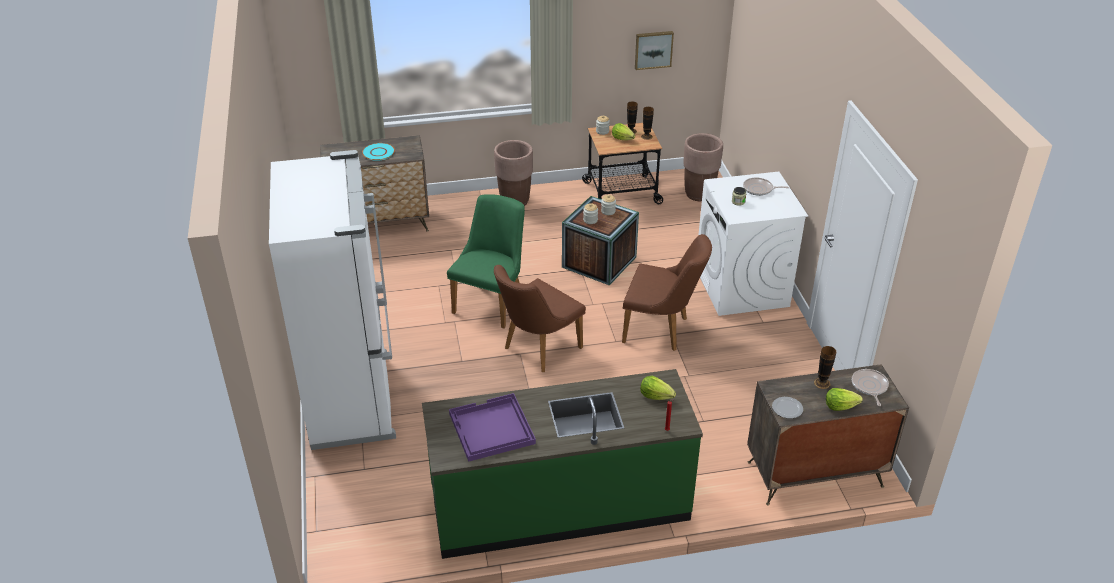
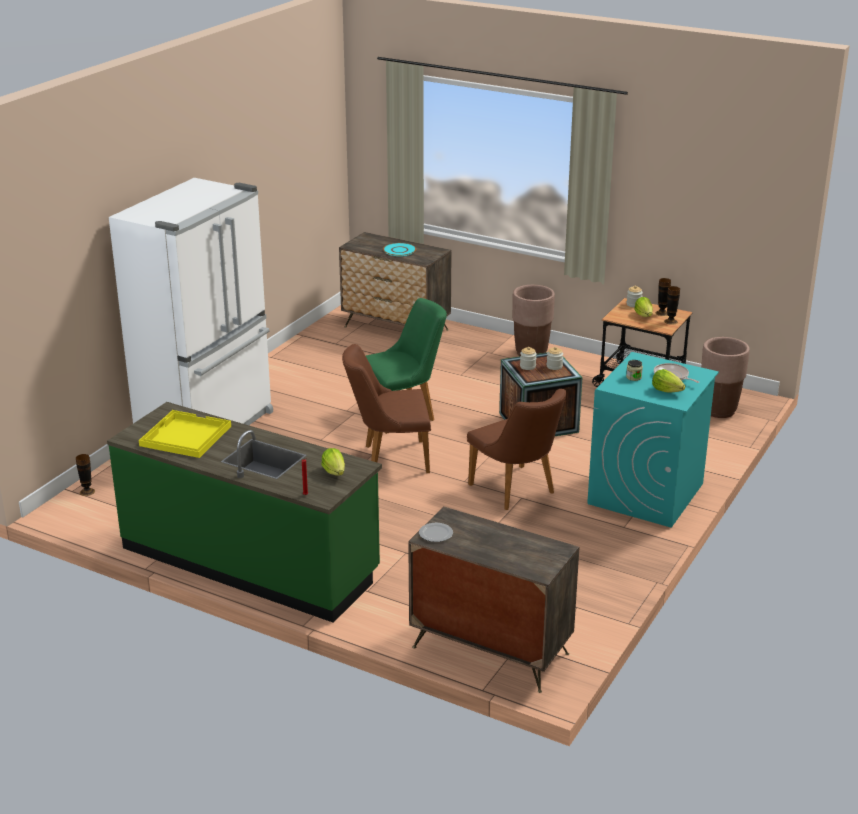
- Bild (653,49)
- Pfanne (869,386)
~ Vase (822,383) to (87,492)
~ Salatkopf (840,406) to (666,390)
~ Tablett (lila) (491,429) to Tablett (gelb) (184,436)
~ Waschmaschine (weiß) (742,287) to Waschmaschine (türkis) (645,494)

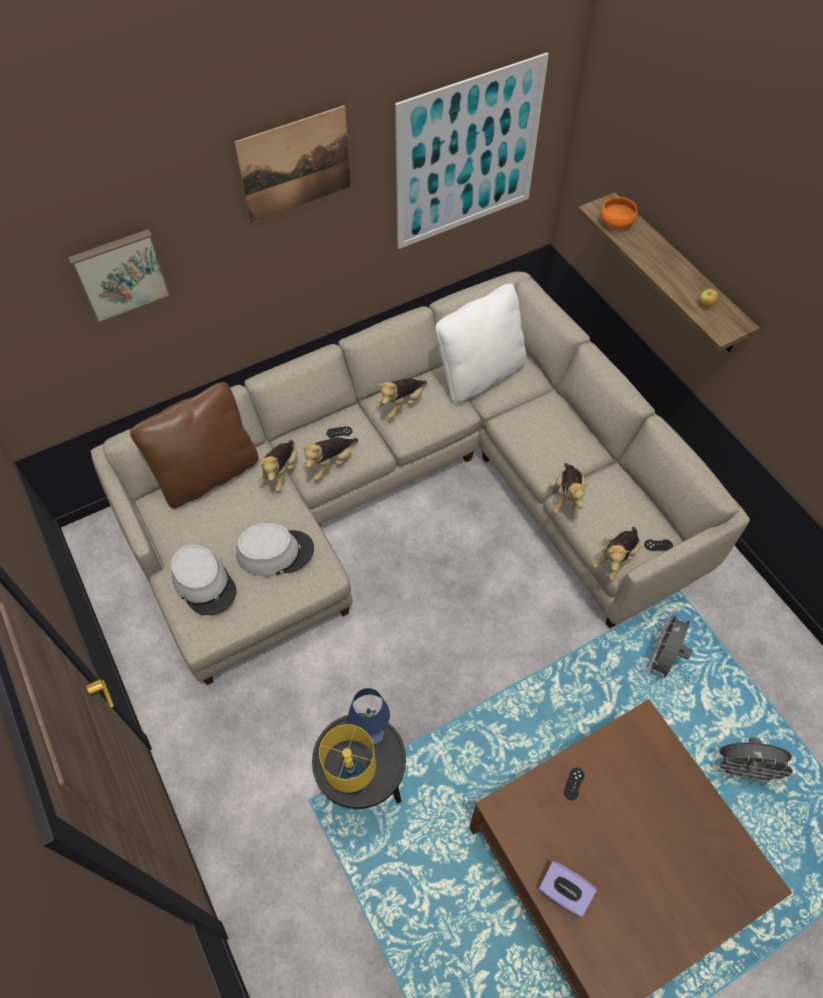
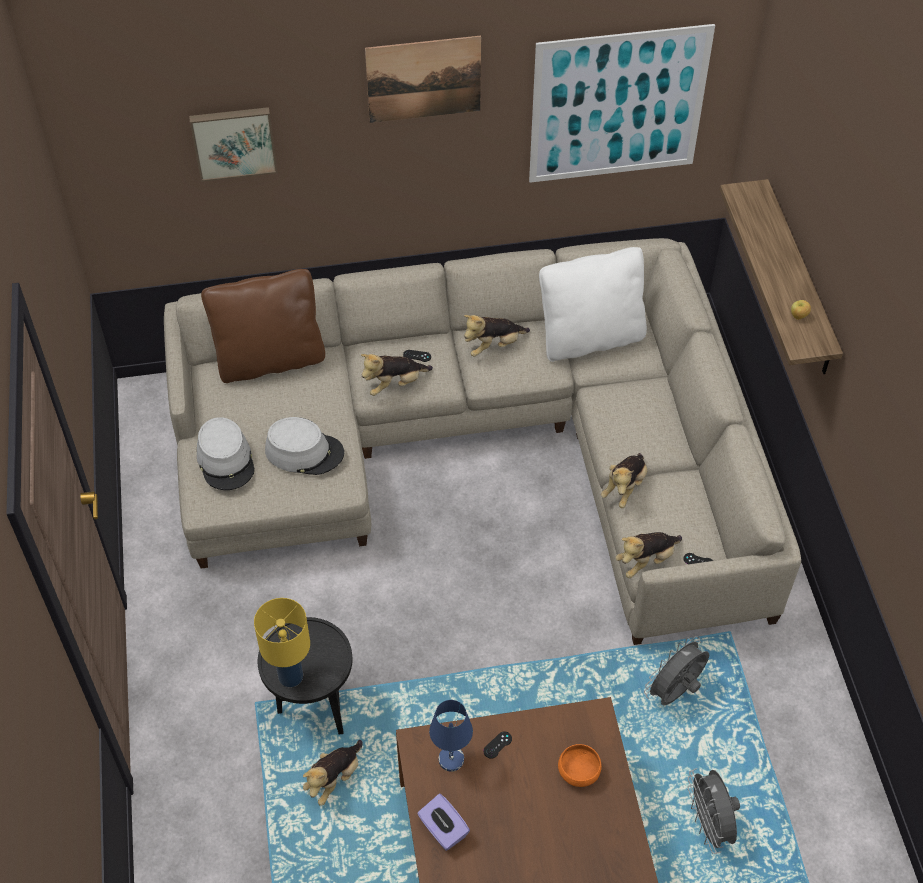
~ Plüschtier (281,472) to (334,778)
~ Tischlampe (blau) (371,732) to (451,758)
~ Schüssel (orange) (615,223) to (578,773)
~ Ventilator (grau) (743,771) = (709,825) 45 degrees clockwise

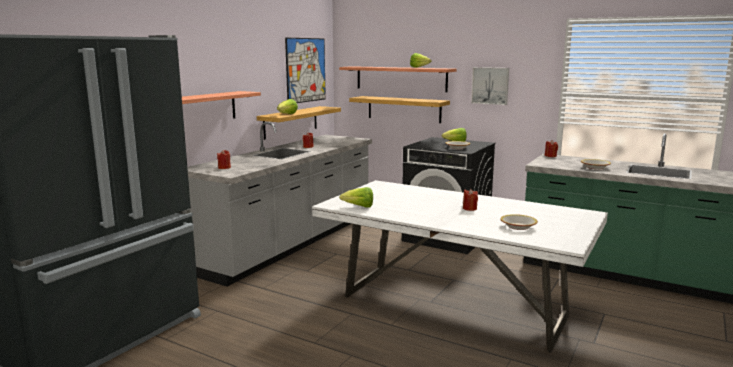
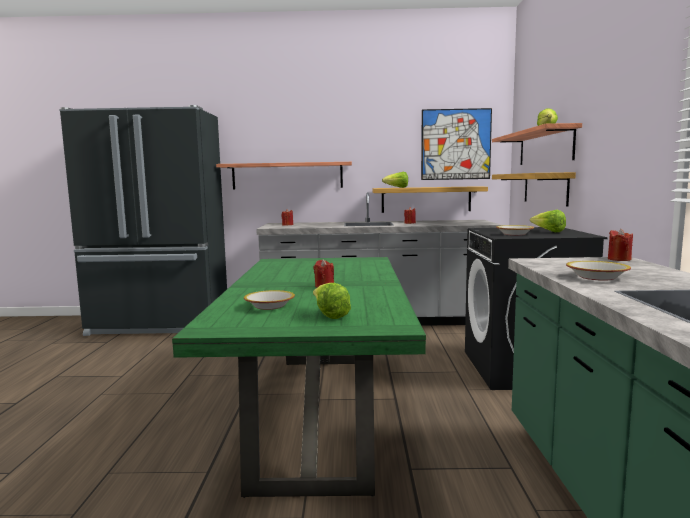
- Bild (490,85)
~ Salatkopf (359,207) to (329,315)
~ Esstisch (weiß) (452,306) to Esstisch (grün) (318,412)

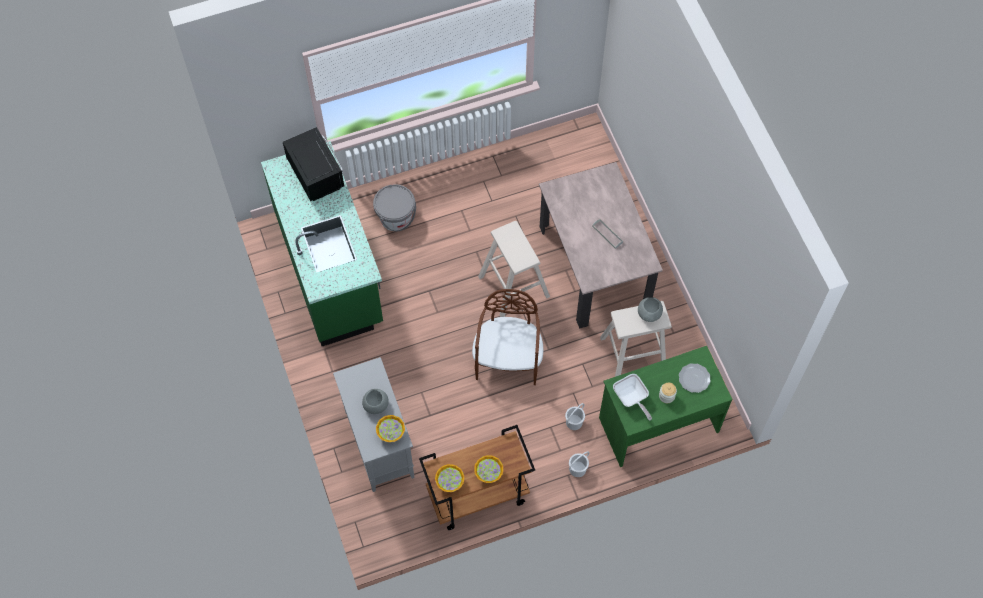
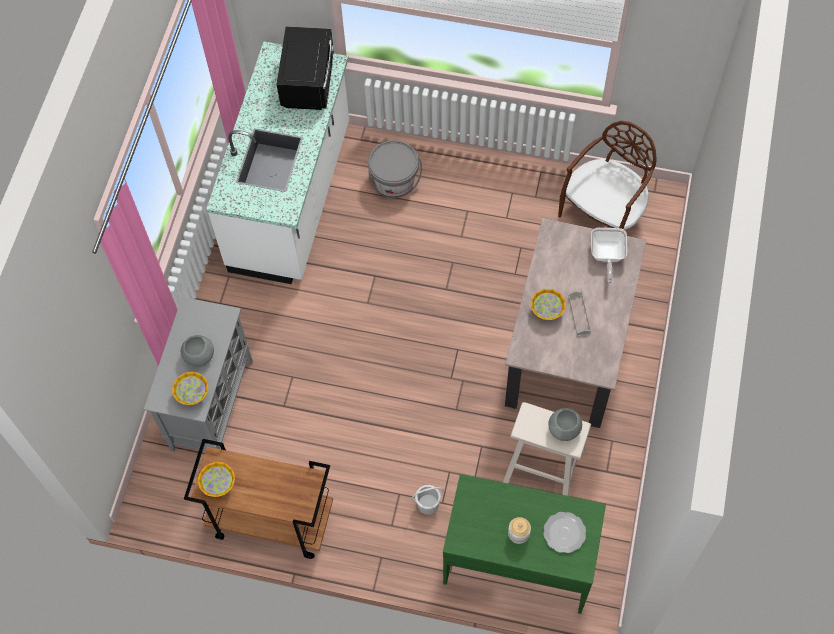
- Hocker (beige) (513,286)
- Eimer (weiß) (578,469)
~ Stuhl (braun) (508,359) to (604,214)
~ Schüssel (488,473) to (547,311)
~ Pfanne (631,399) to (606,256)
~ Küchenzeile (grün) (330,269) to Küchenzeile (weiß) (292,198)

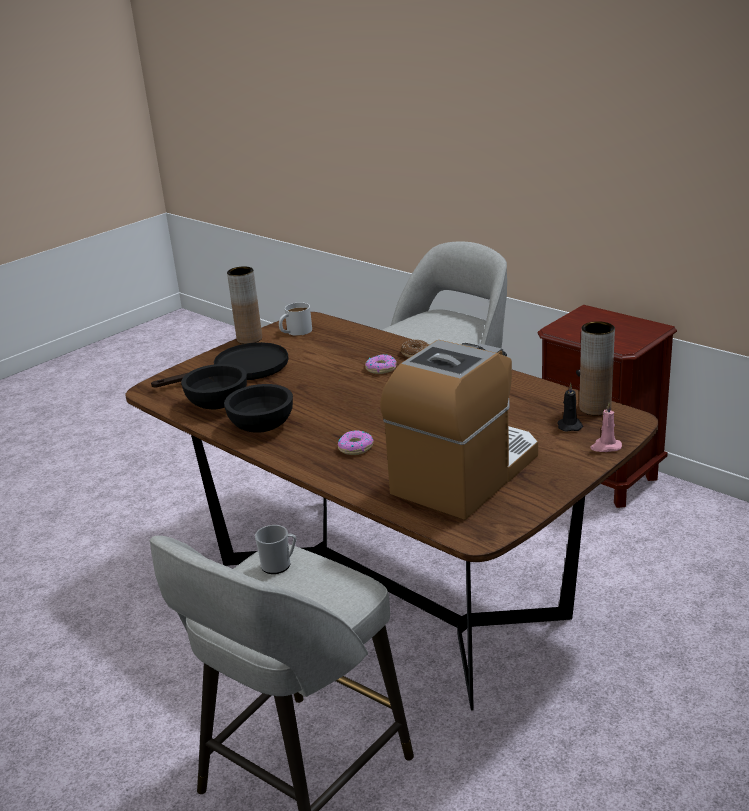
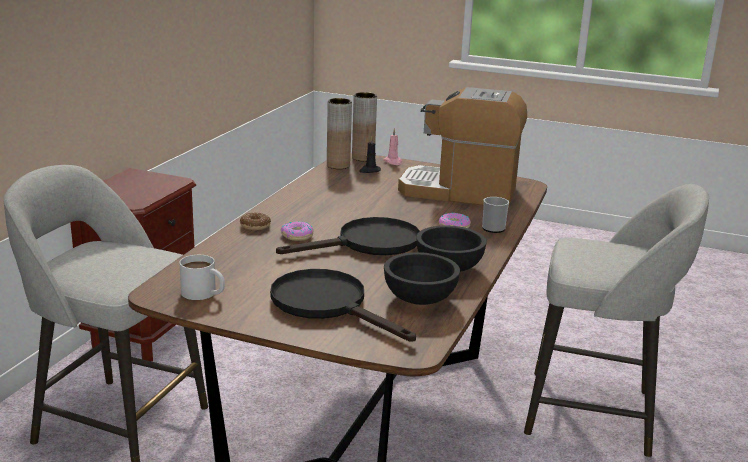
+ Pfanne (schwarz) (368,244)
~ Vase (braun) (249,339) to (363,158)
~ Henkelbecher (279,565) to (492,227)

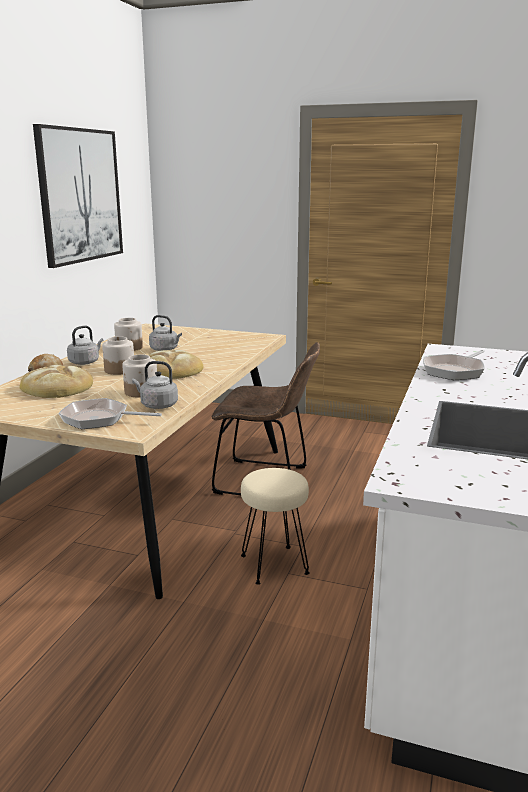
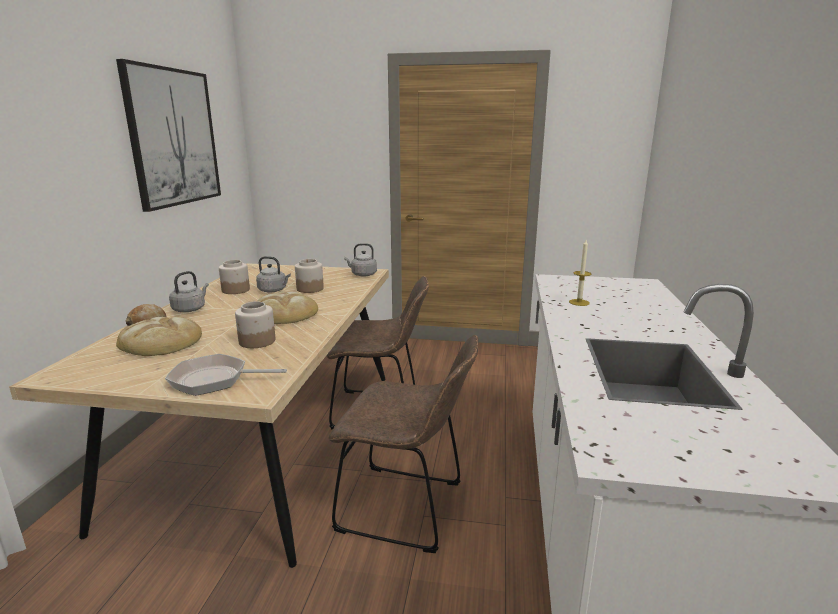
~ Vorratsglas (119,370) to (310,289)
~ Wasserkessel (grau) (157,405) to (362,274)
~ Hocker (beige) (274,565) to Stuhl (braun) (407,508)
~ Pfanne (455,371) to Kerze (579,302)

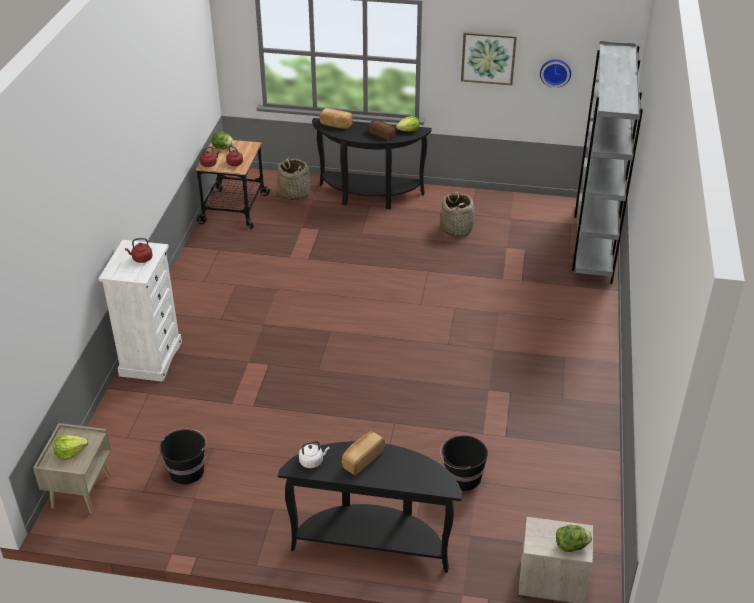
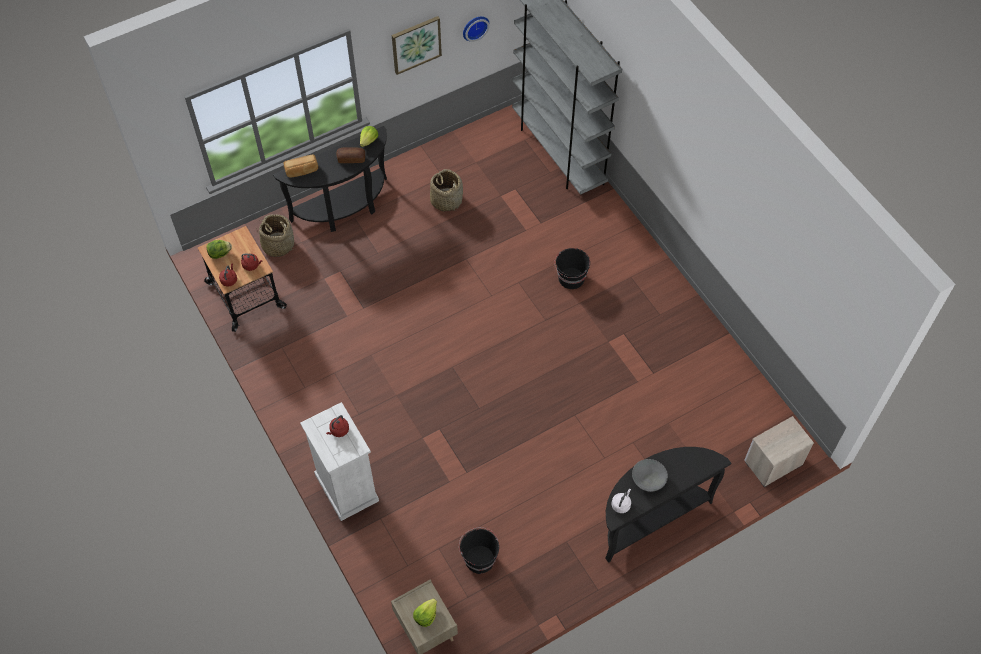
- Salatkopf (571,546)
~ Eimer (schwarz) (462,478) to (571,278)
~ Brot (362,459) to Schüssel (grau) (648,479)

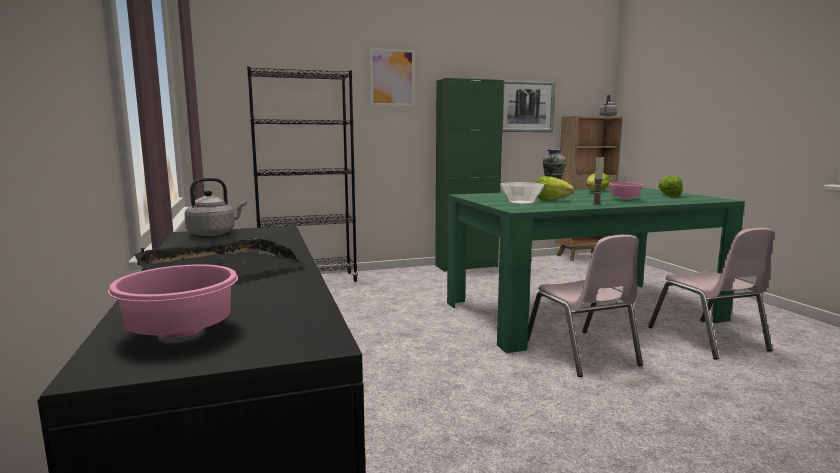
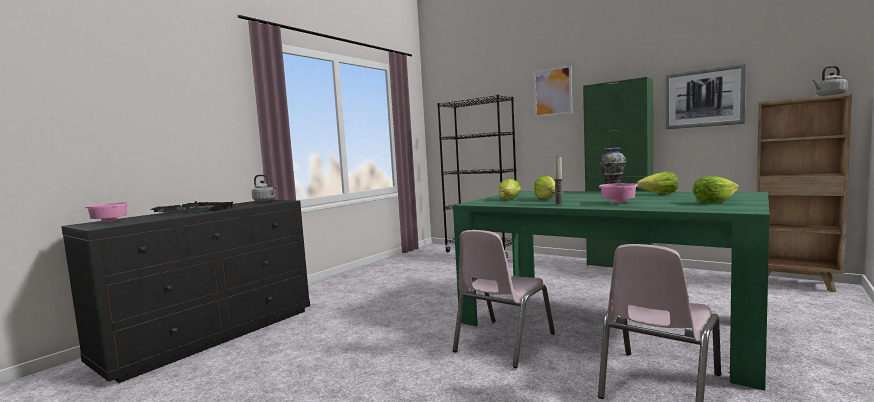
~ Schüssel (521,203) to Salatkopf (509,199)

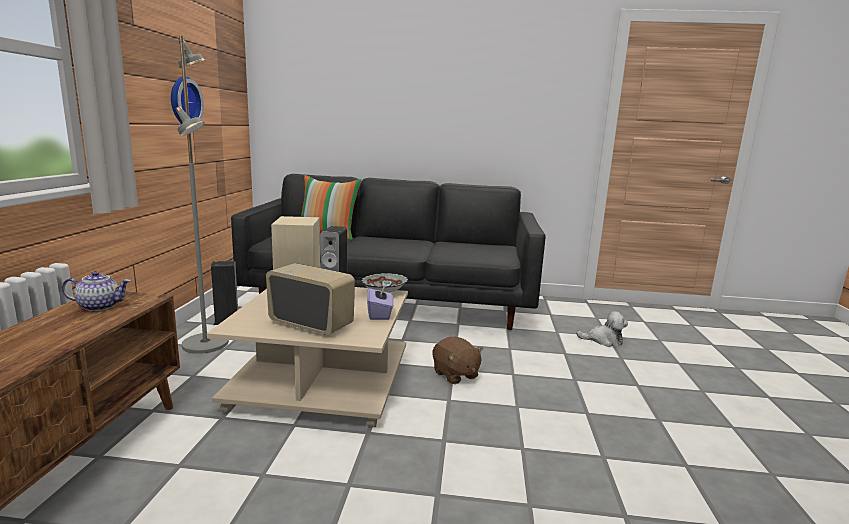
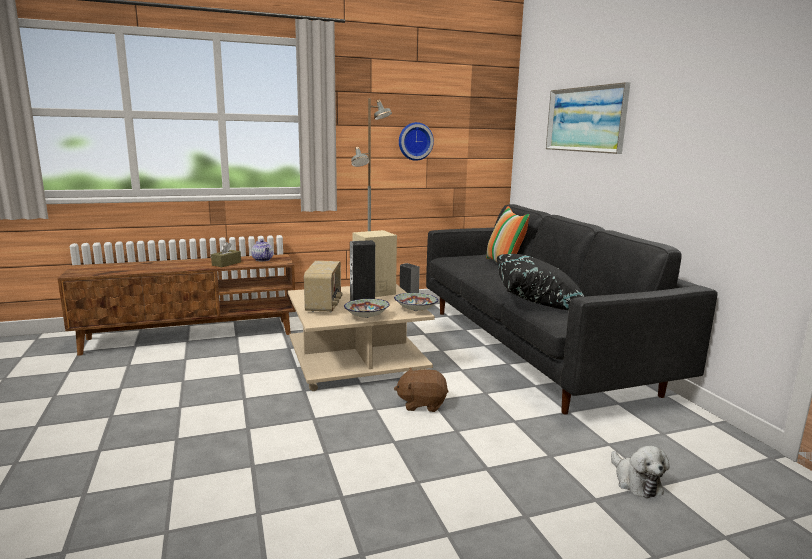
+ Taschentuchbox (braun) (226,263)
+ Kissen (schwarz) (539,302)
+ Bild (585,119)
~ Taschentuchbox (lila) (380,314) to Schüssel (366,317)
~ Plüschtier (braun) (455,375) = (422,404) 60 degrees clockwise

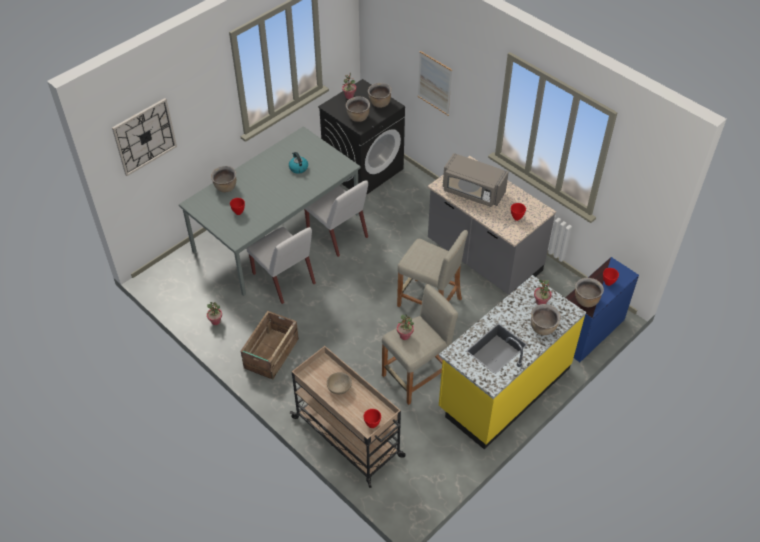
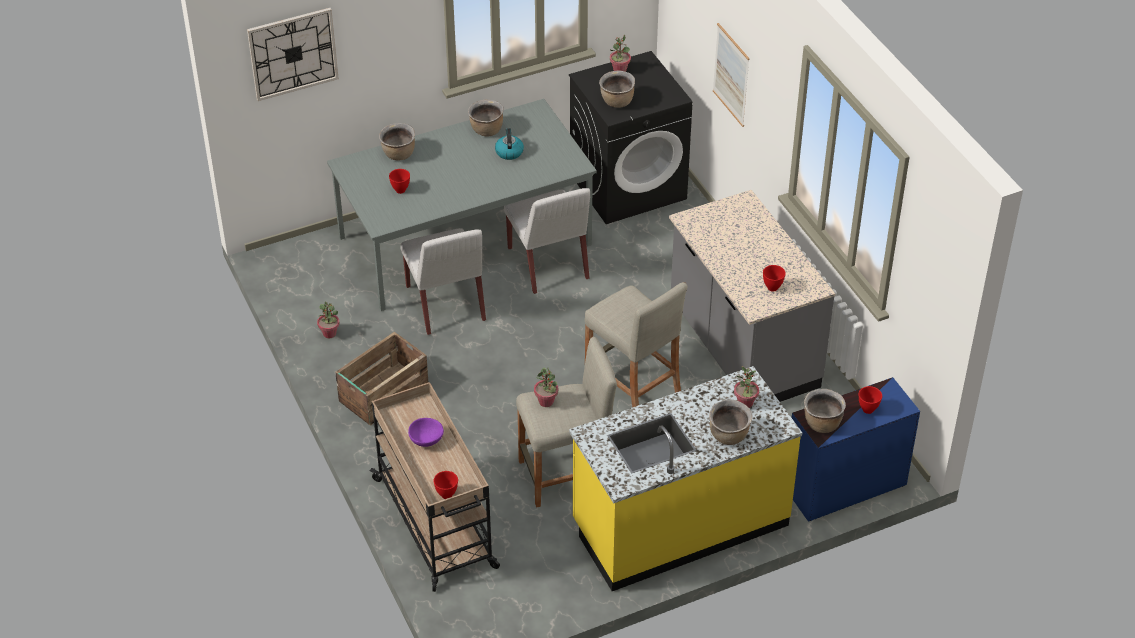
- Mikrowelle (grau) (473,192)
~ Kochtopf (braun) (379,103) to (486,130)
~ Schüssel (beige) (339,388) to Schüssel (lila) (426,440)

